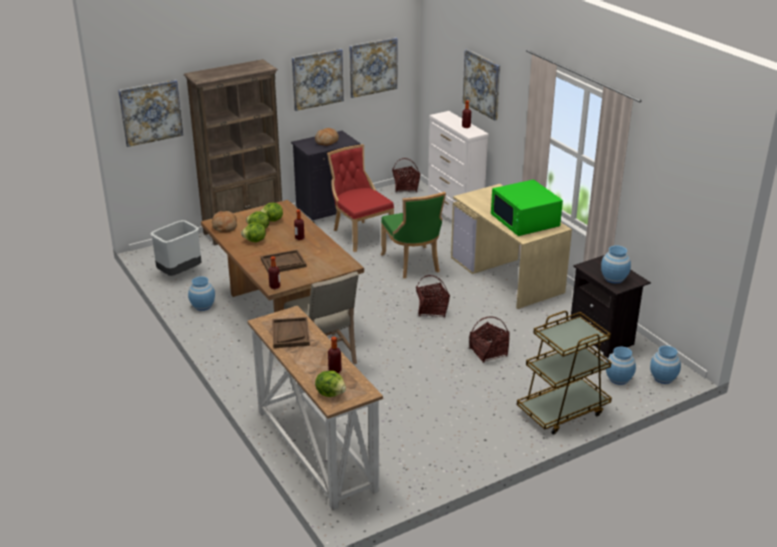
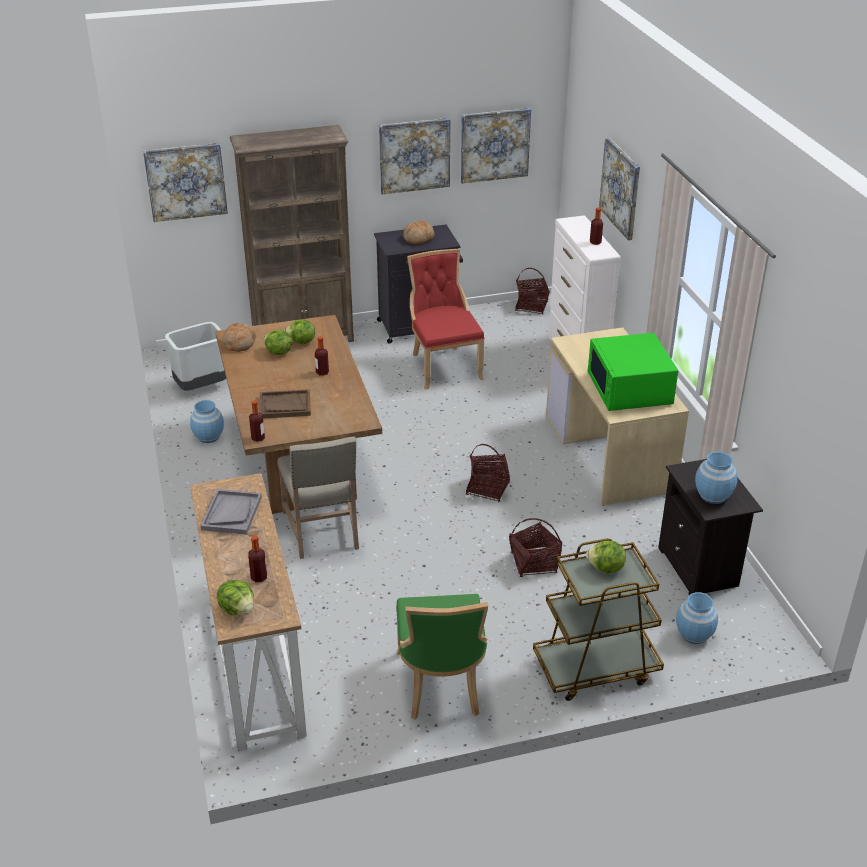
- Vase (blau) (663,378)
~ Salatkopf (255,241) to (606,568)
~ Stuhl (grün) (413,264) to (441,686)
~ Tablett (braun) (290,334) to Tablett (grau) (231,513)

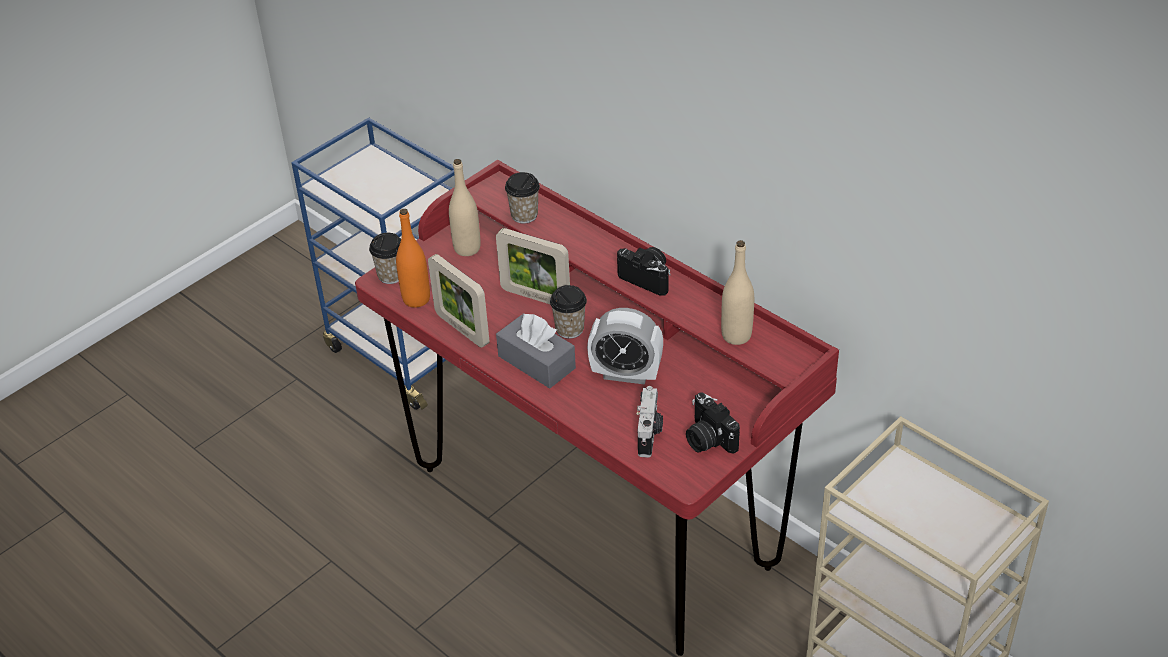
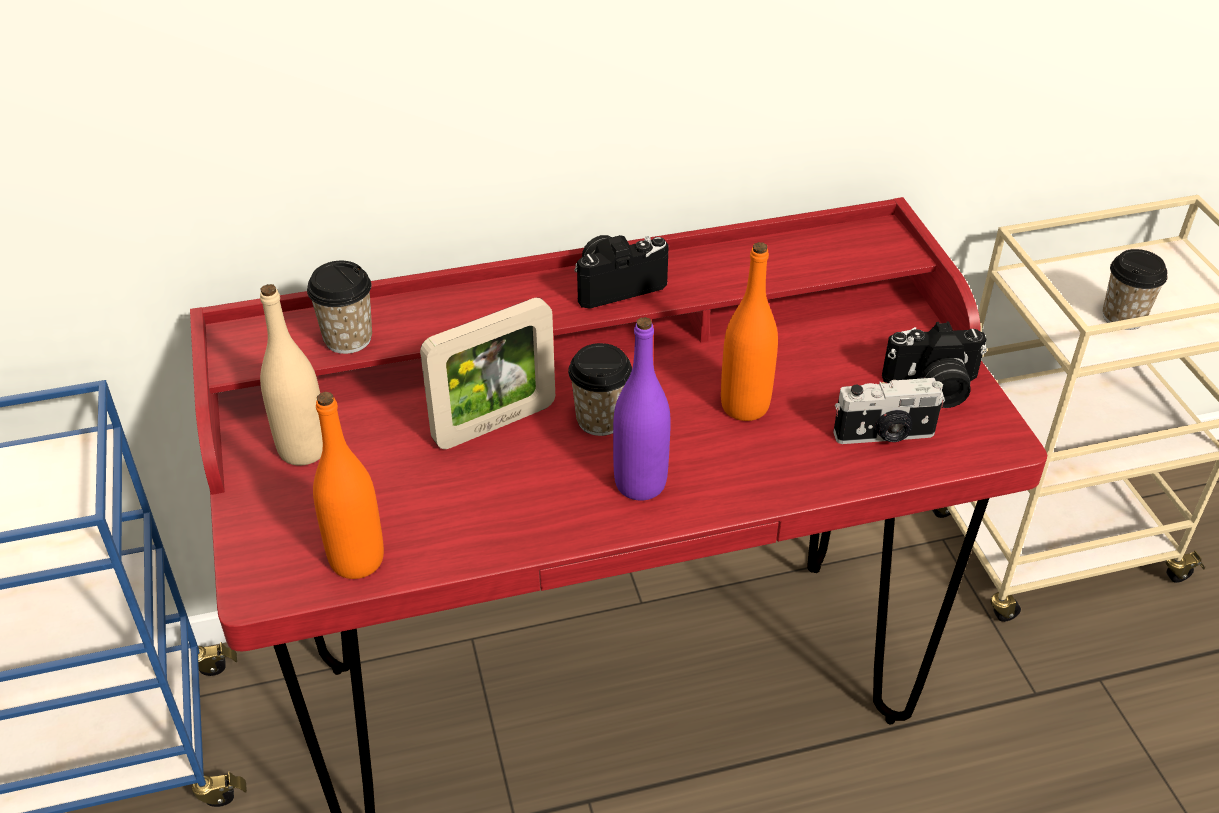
- Bilderrahmen (462,329)
- Flasche (beige) (736,335)
~ Tasse (391,275) to (1123,317)
~ Taschentuchbox (grau) (536,362) to Flasche (lila) (640,483)
~ Wecker (626,374) to Flasche (orange) (745,406)
~ Kamera (649,434) = (885,435) 135 degrees clockwise

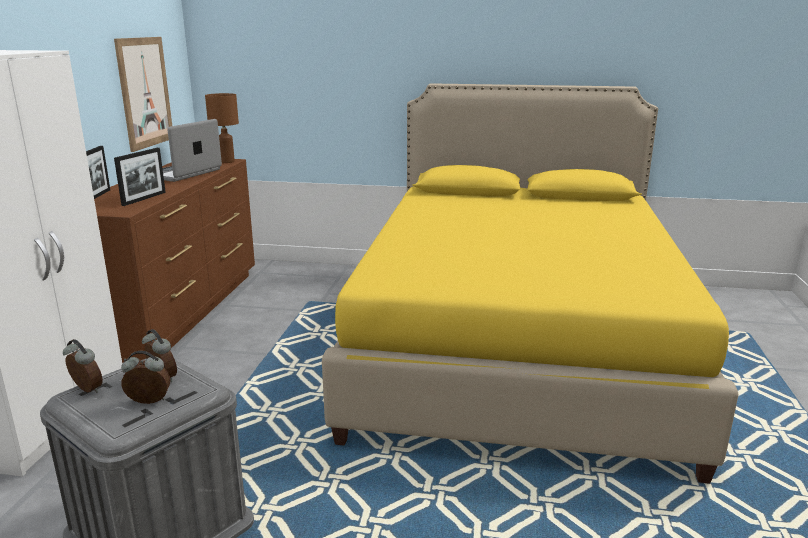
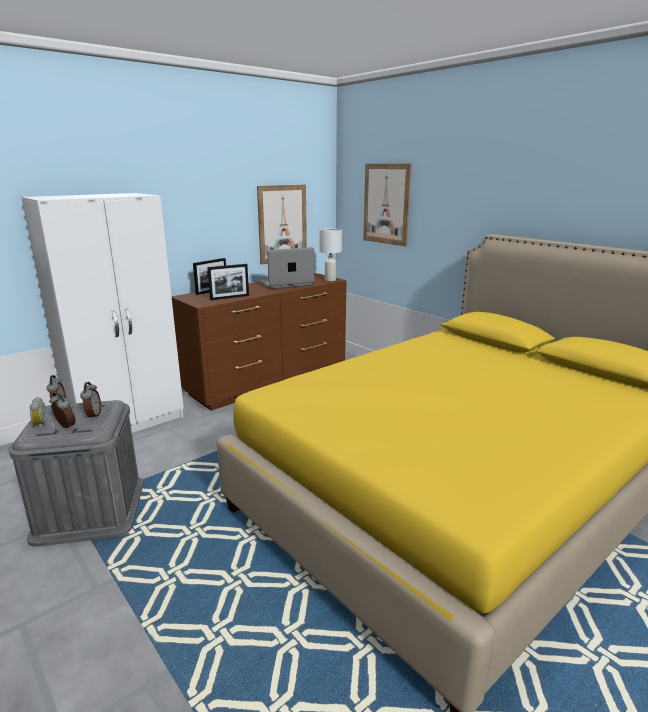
+ Wecker (39,425)
+ Bild (386,204)
~ Tischlampe (braun) (226,161) to Tischlampe (weiß) (330,280)

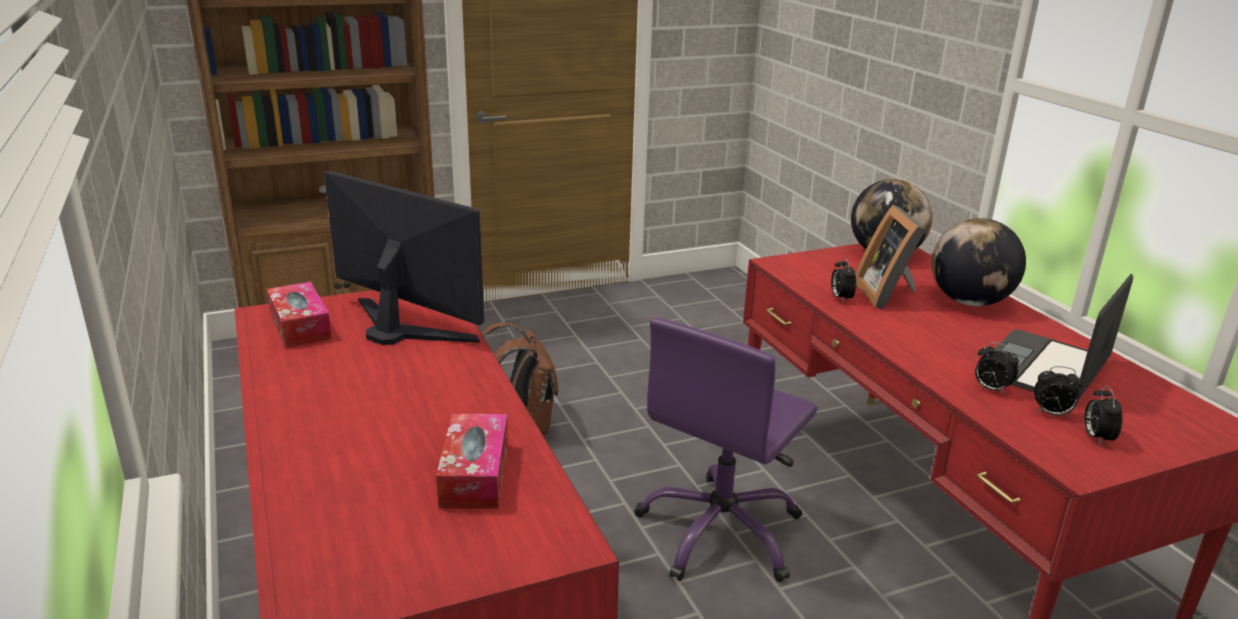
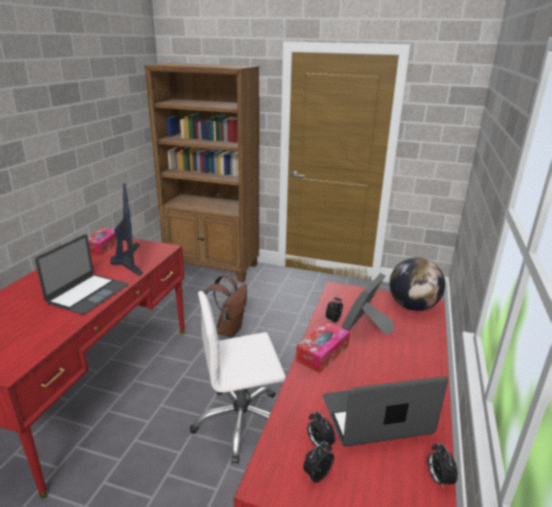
- Globus (969,301)
+ Laptop (88,293)
~ Taschentuchbox (475,474) to (322,353)
~ Wecker (990,389) to (438,479)
~ Bürostuhl (lila) (721,532) to Bürostuhl (weiß) (241,422)

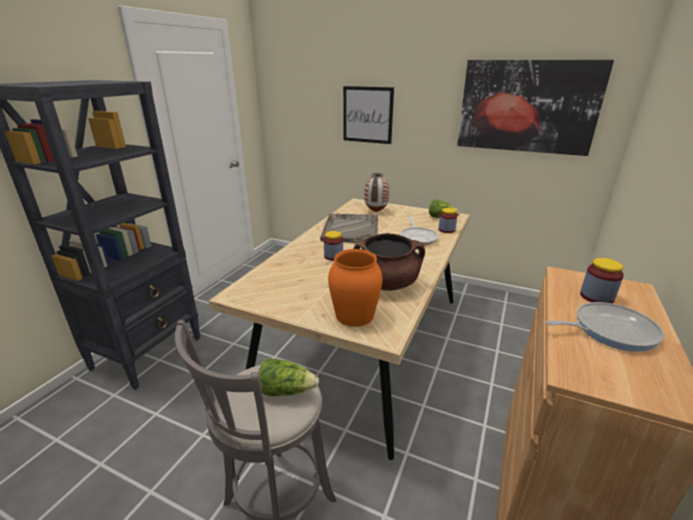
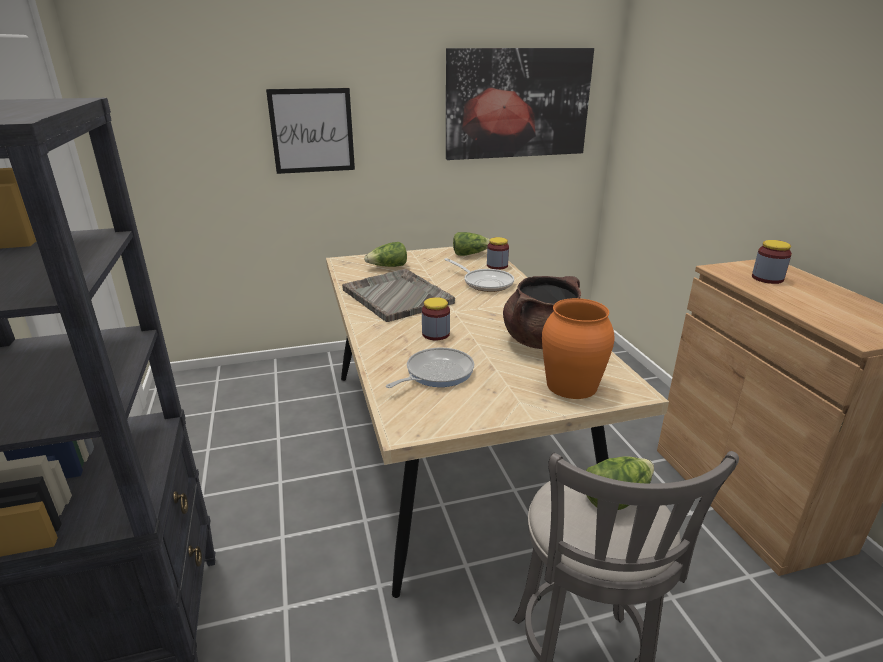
~ Pfanne (609,330) to (436,373)
~ Vase (376,212) to Salatkopf (388,267)

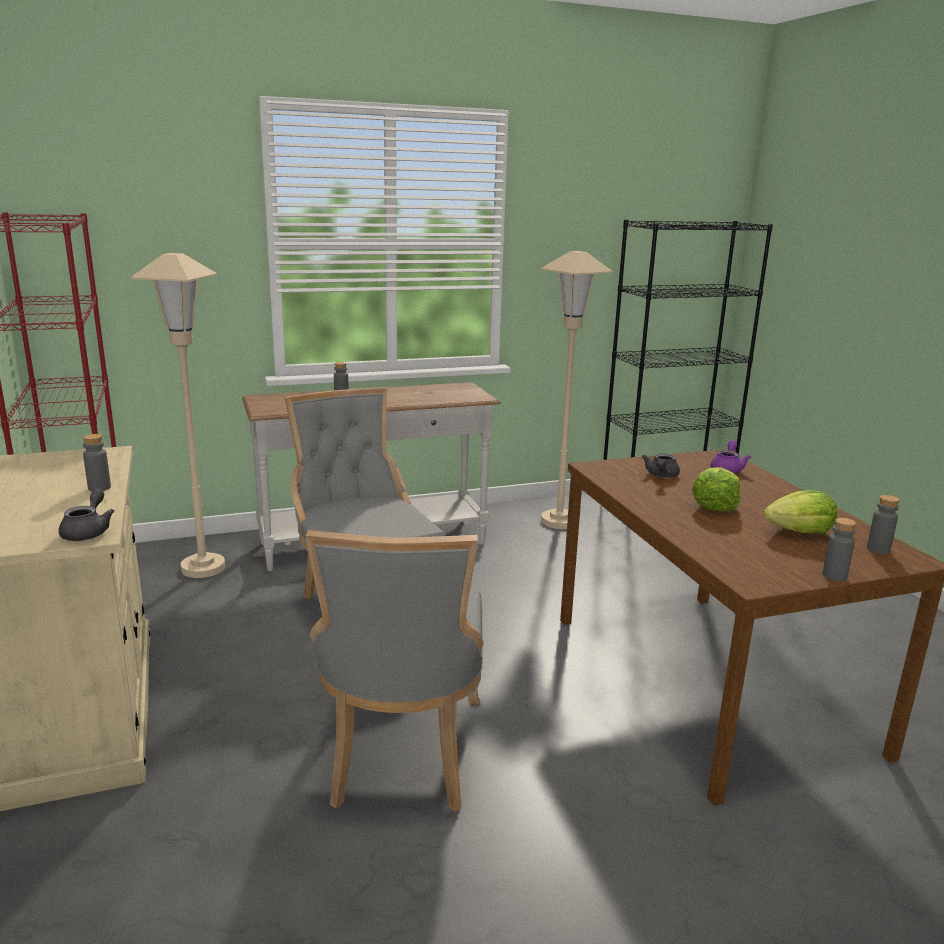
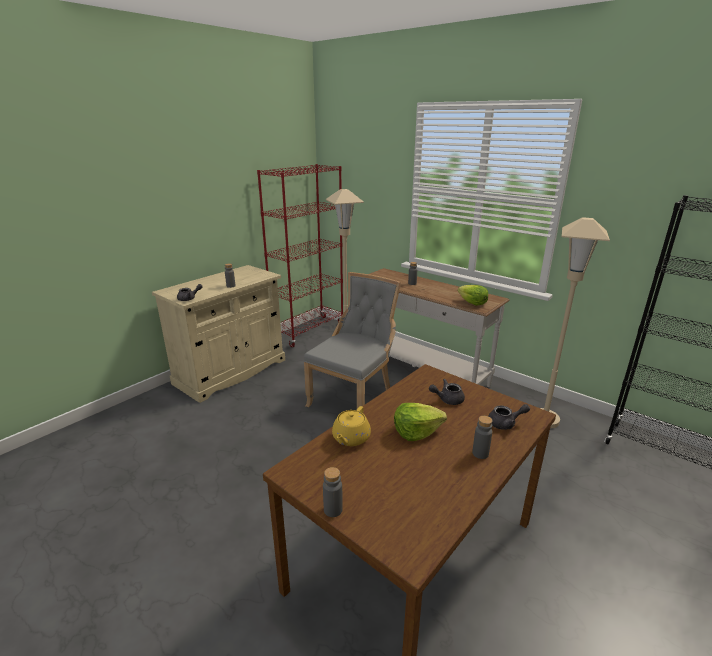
- Stuhl (grau) (402,755)
+ Teekanne (gelb) (350,438)
~ Salatkopf (799,532) to (472,303)
~ Flasche (grau) (878,549) to (480,453)
~ Teekanne (lila) (727,469) to Teekanne (grau) (505,423)

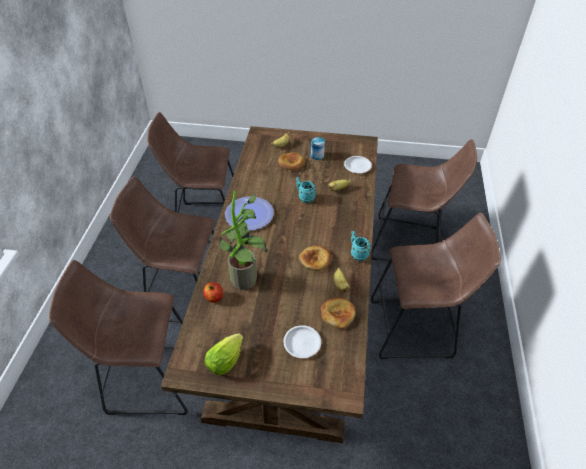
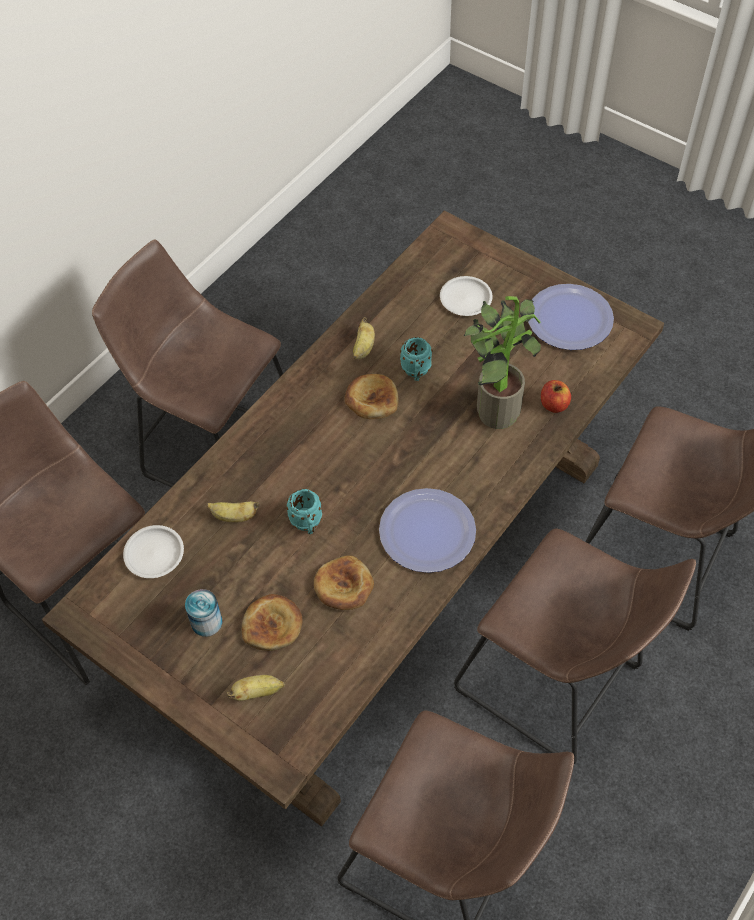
~ Brot (337,314) to (344,586)
~ Henkelbecher (türkis) (357,254) to (416,372)
~ Salatkopf (227,359) to Teller (570,318)

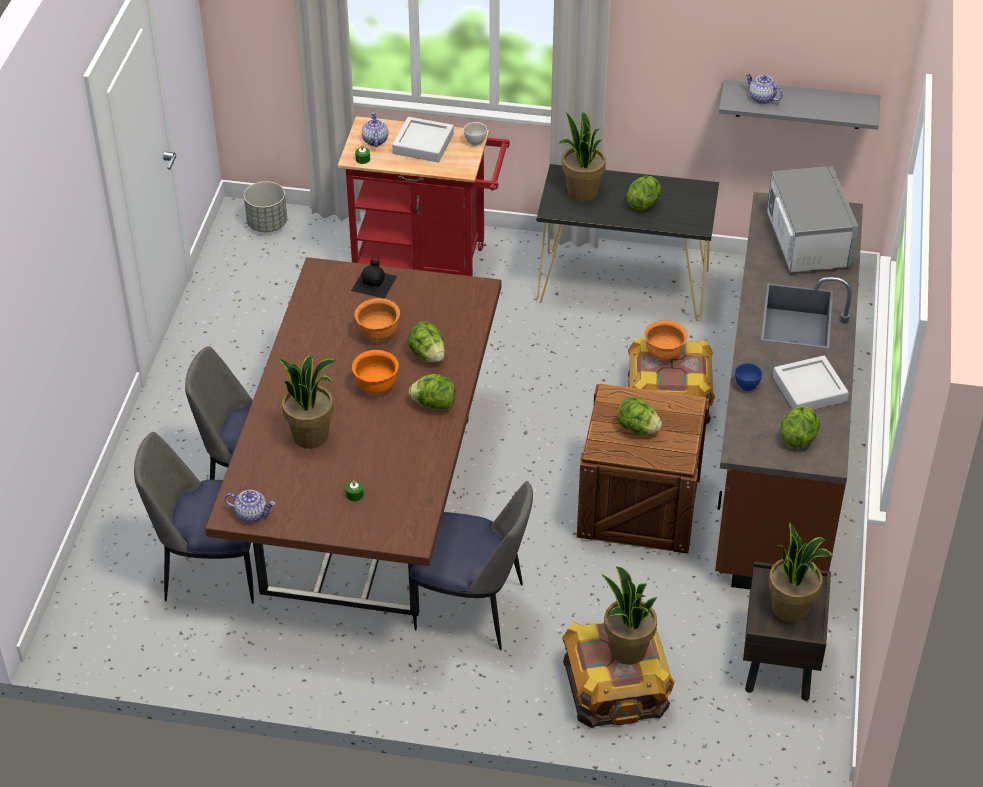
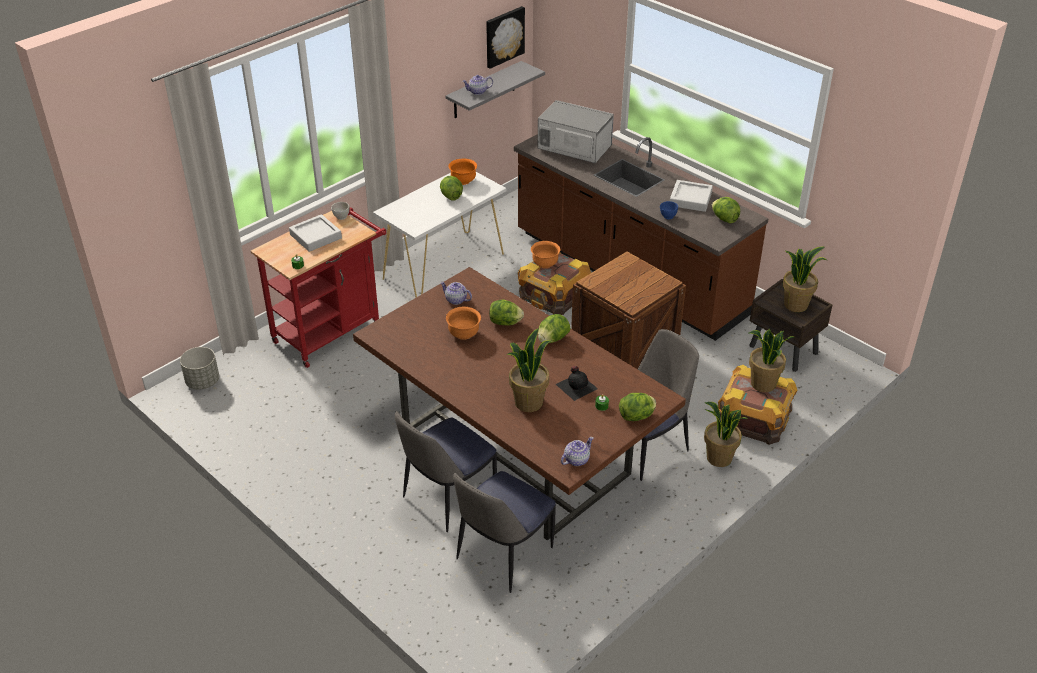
+ Bild (504,36)
~ Flasche (schwarz) (375,283) to (576,386)
~ Schüssel (orange) (376,386) to (463,181)
~ Teekanne (375,140) to (455,300)
~ Topfpflanze (581,192) to (719,458)
~ Salatkopf (637,429) to (637,416)
~ Konsolentisch (schwarz) (624,286) to Konsolentisch (weiß) (444,266)

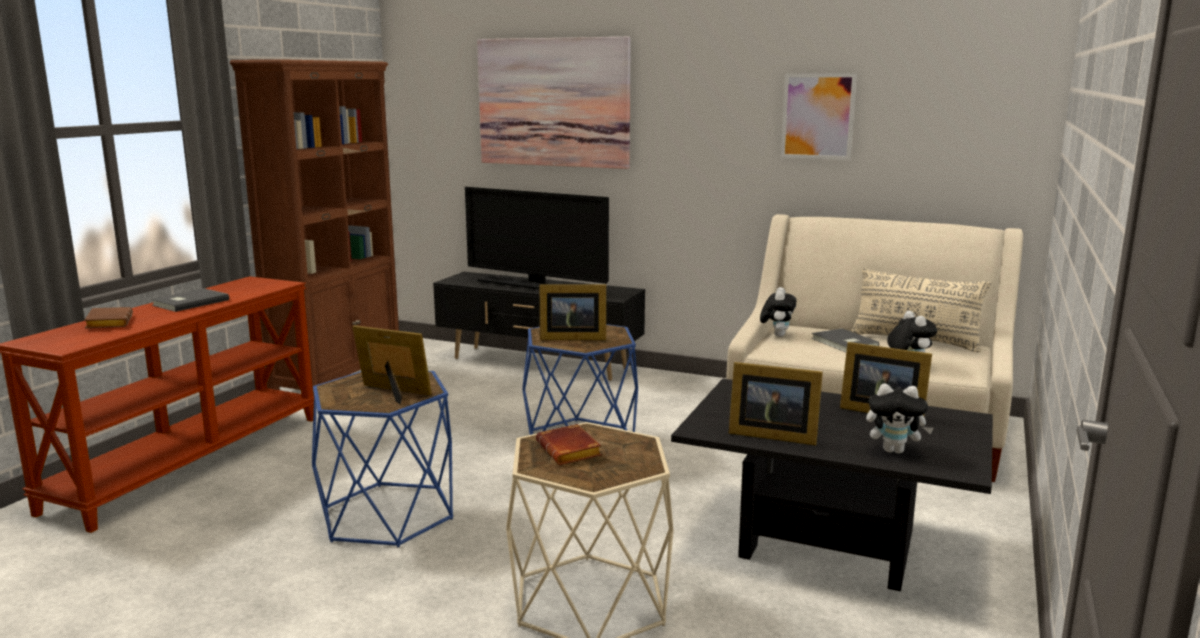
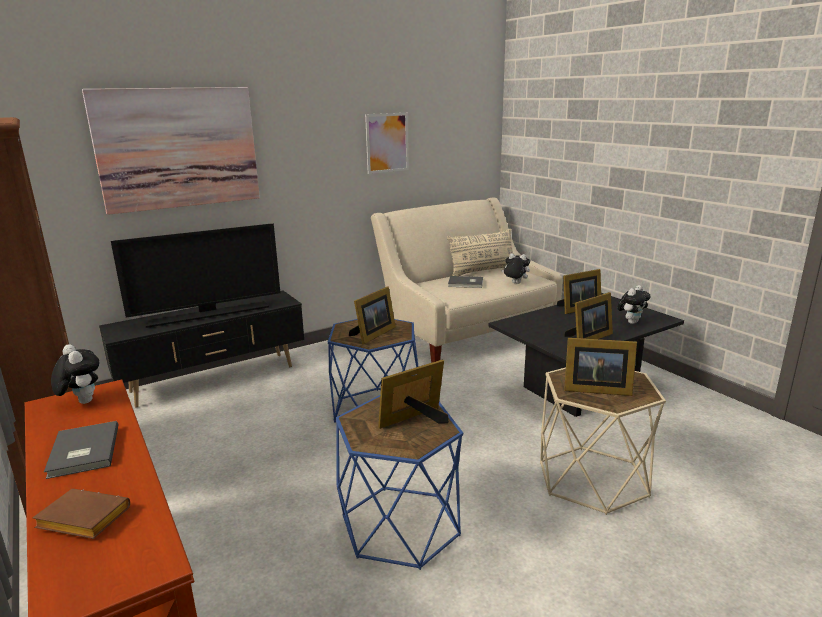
~ Plüschtier (777,335) to (81,401)
~ Buch (braun) (571,451) to Bilderrahmen (594,389)

